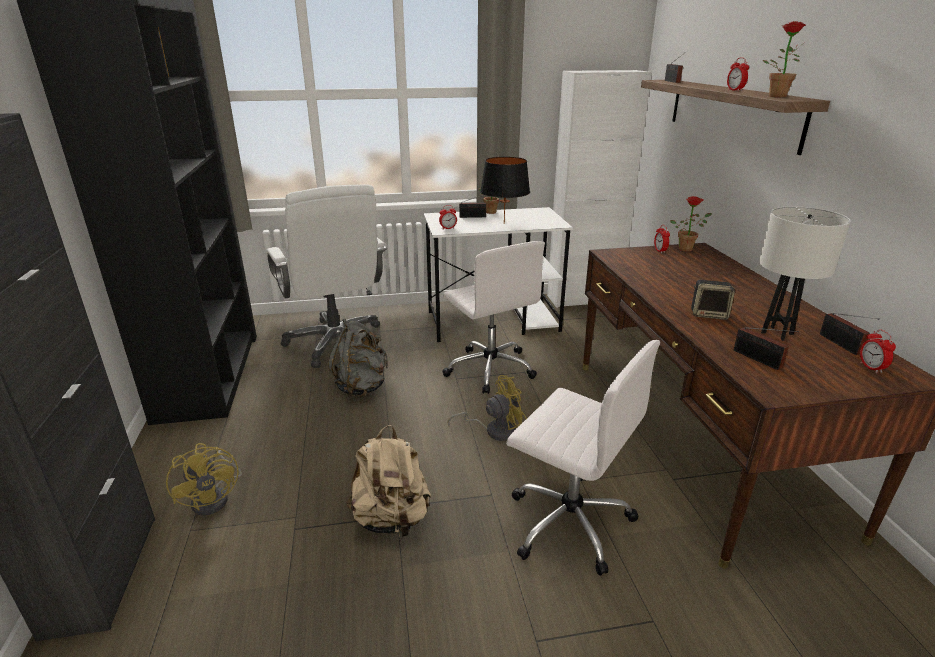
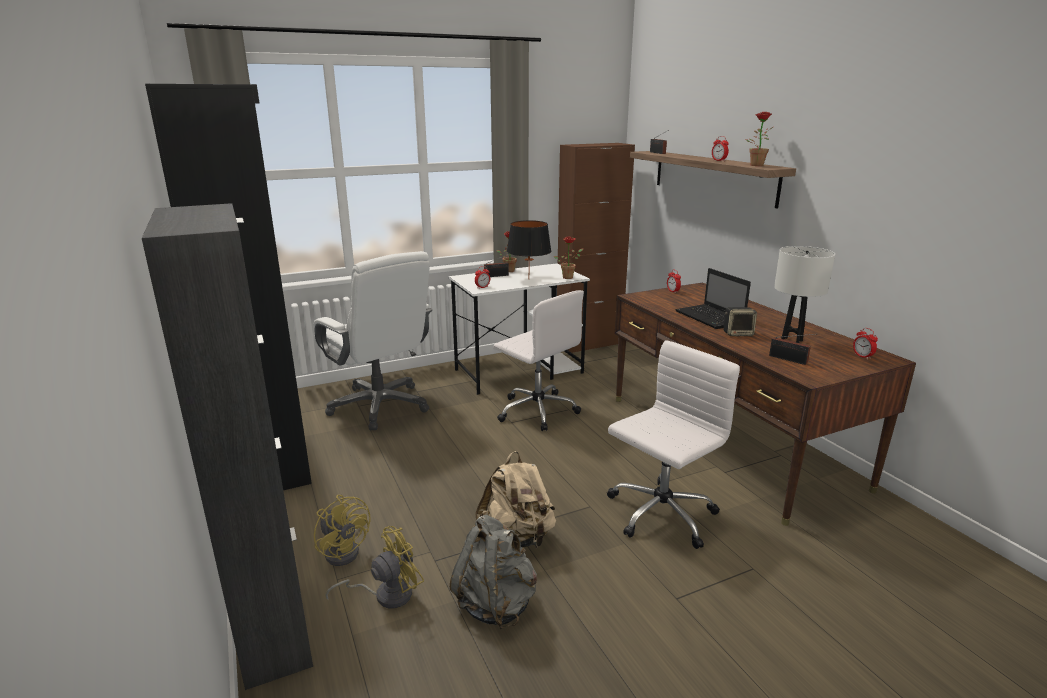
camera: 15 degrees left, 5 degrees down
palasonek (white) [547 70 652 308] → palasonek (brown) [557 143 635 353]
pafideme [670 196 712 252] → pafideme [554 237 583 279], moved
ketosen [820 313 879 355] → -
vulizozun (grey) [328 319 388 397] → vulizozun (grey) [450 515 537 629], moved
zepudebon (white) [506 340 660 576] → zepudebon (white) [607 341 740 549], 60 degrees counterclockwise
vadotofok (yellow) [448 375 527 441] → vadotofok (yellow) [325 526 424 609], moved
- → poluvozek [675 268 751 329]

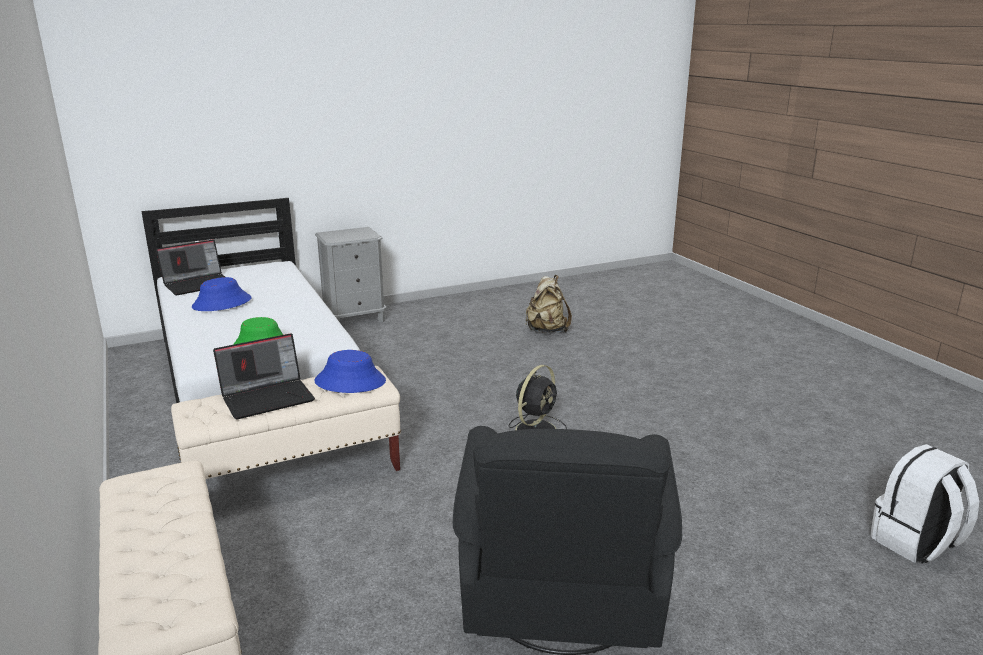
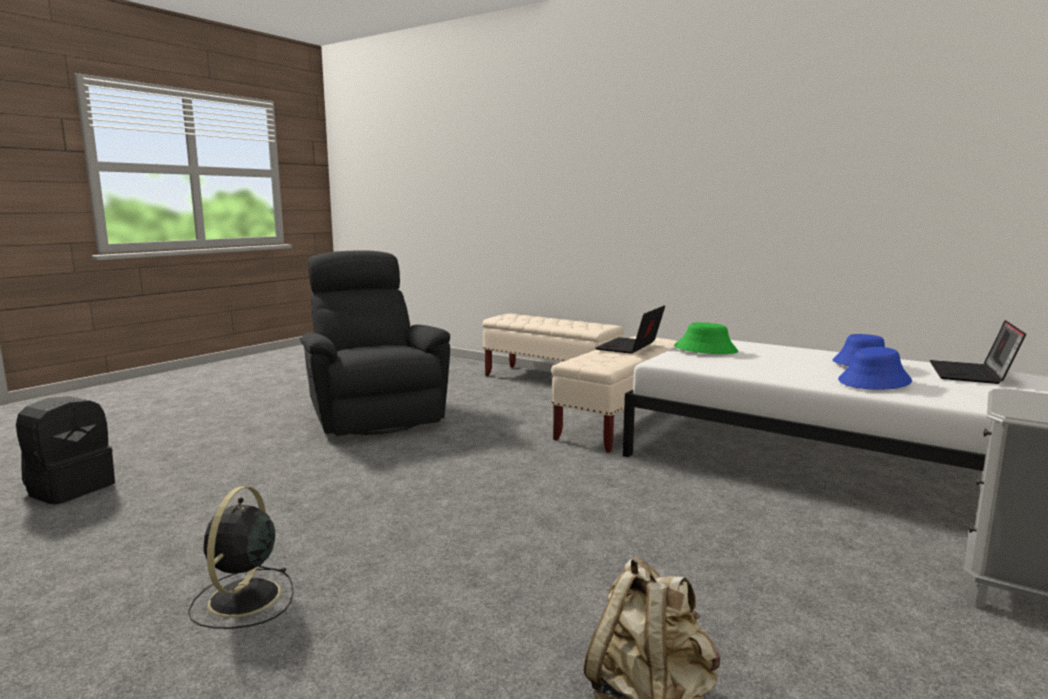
camera: 150 degrees right, 10 degrees down
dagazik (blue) [314 350 386 393] → dagazik (blue) [838 347 912 390], moved
vadotofok (black) [509 365 567 430] → vadotofok (black) [188 486 293 629], moved
vulizozun (white) [870 444 979 564] → vulizozun (black) [16 396 115 505]

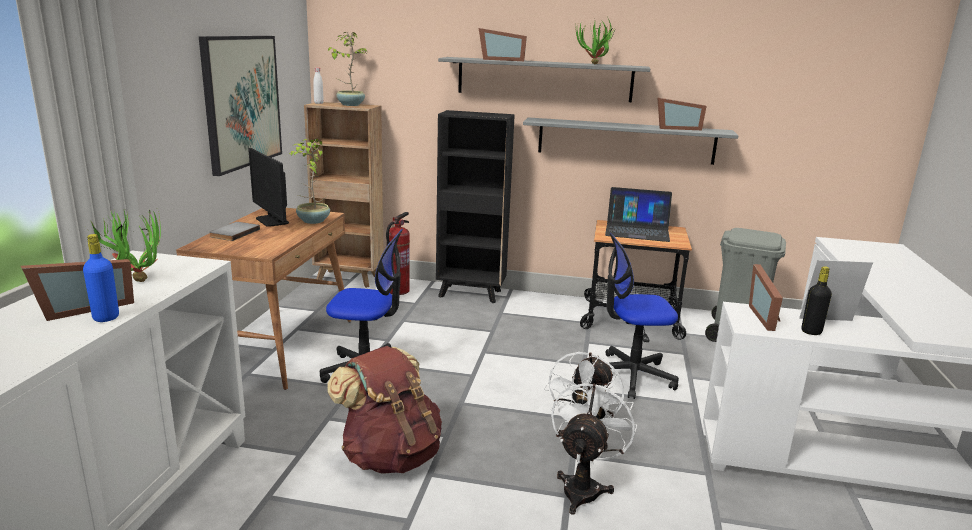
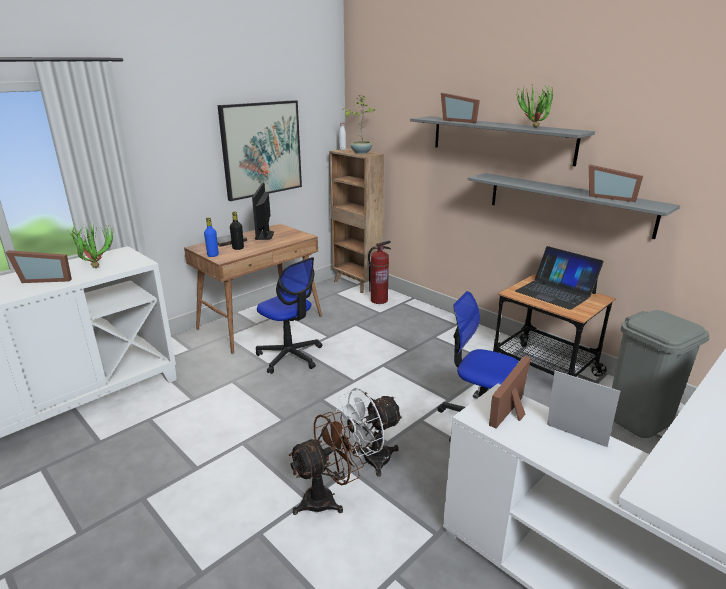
camera: 35 degrees right, 5 degrees up
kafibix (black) [436 110 515 303] → -
pafideme [289 139 330 224] → -
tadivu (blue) [83 234 119 322] → tadivu (blue) [204 217 219 257], moved
tadivu (black) [802 266 832 335] → tadivu (black) [230 212 244 250], moved
vulizozun (brown) [327 346 442 474] → -
vadotofok (white) [551 376 637 515] → vadotofok (brown) [288 412 364 515]

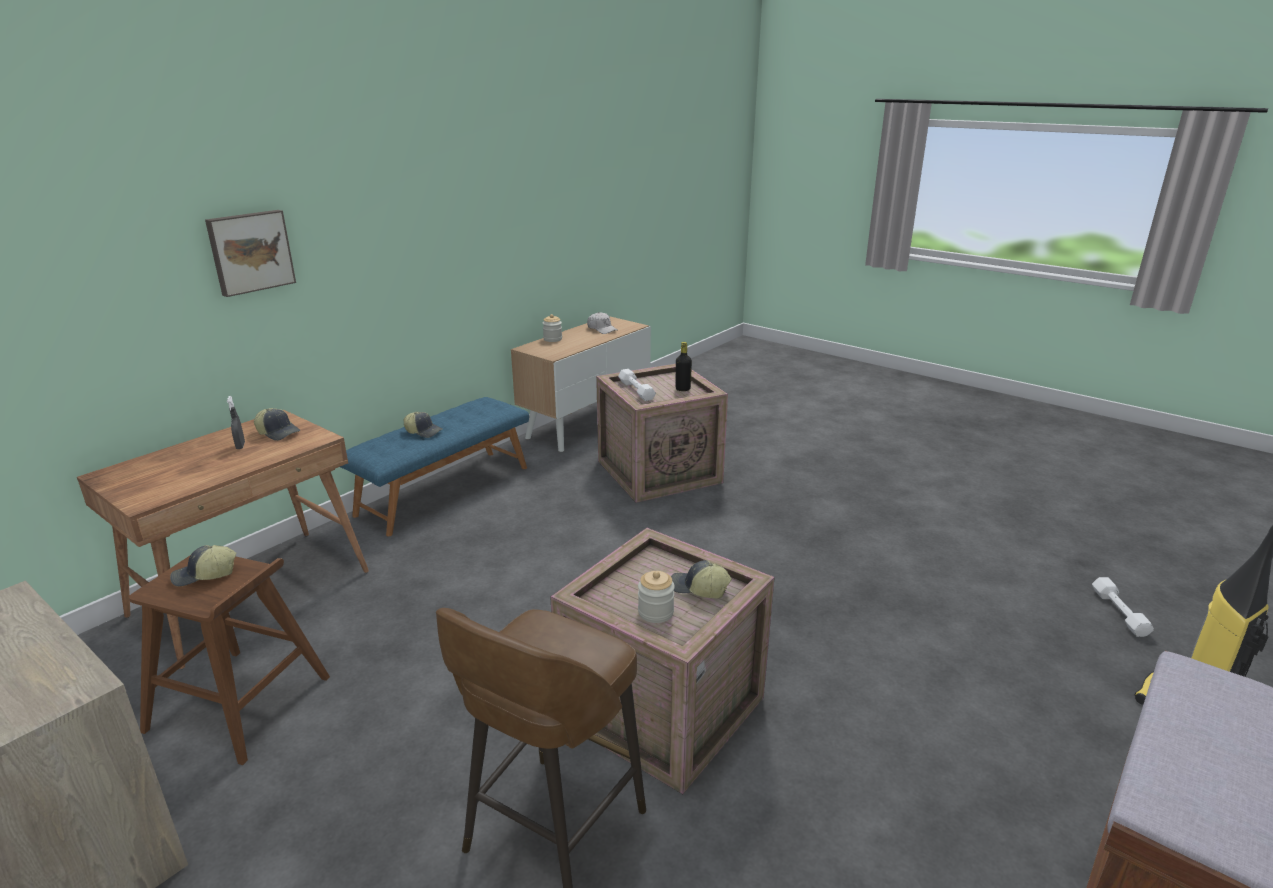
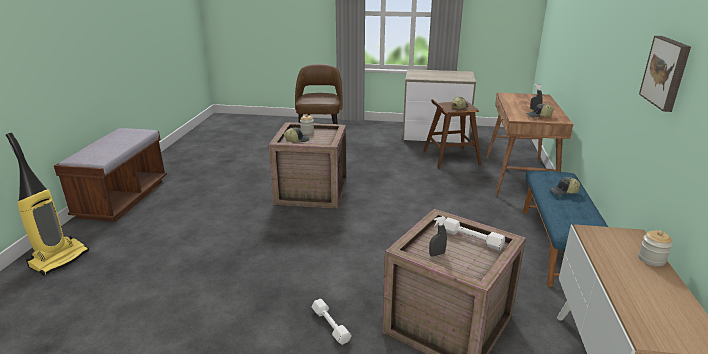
camera: 150 degrees right, 0 degrees up
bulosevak [205 210 296 297] → bulosevak [639 36 691 112], moved
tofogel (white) [587 312 617 334] → -
tadivu (black) [676 342 692 391] → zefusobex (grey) [429 216 447 257]
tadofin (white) [1092 577 1154 637] → tadofin (white) [312 299 352 345], moved

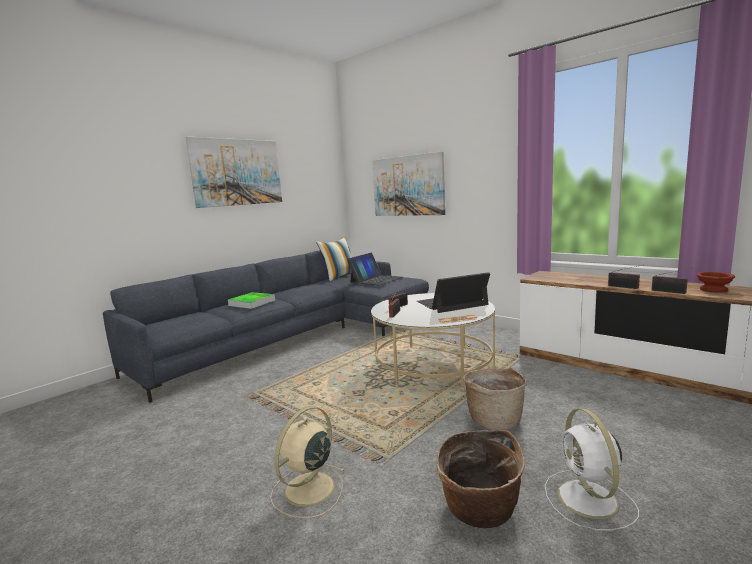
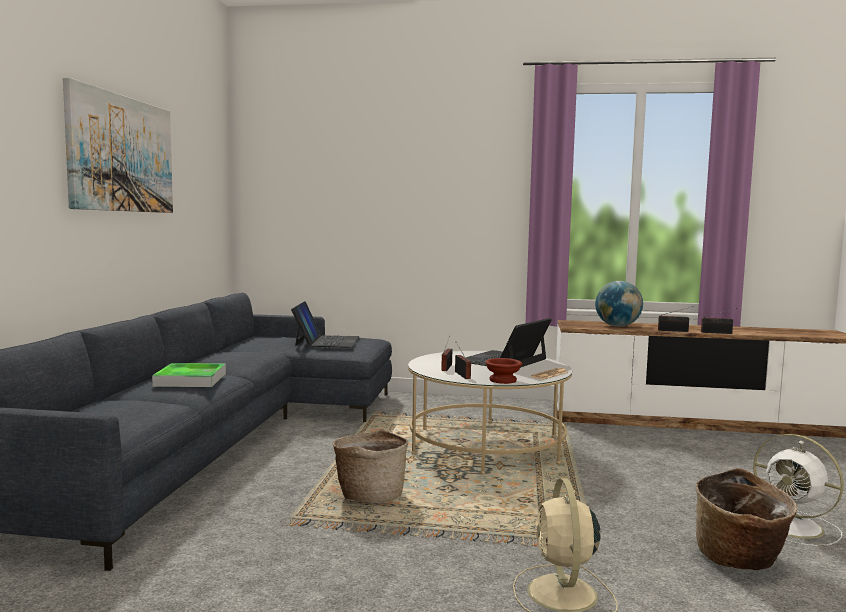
camera: 35 degrees left, 5 degrees down
bulosevak [372 151 445 216] → -
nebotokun [316 237 352 281] → -
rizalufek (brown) [696 272 735 293] → rizalufek (brown) [485 358 522 384], moved
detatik [463 368 526 430] → detatik [333 429 408 503], moved
- → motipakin [595 281 643 327]

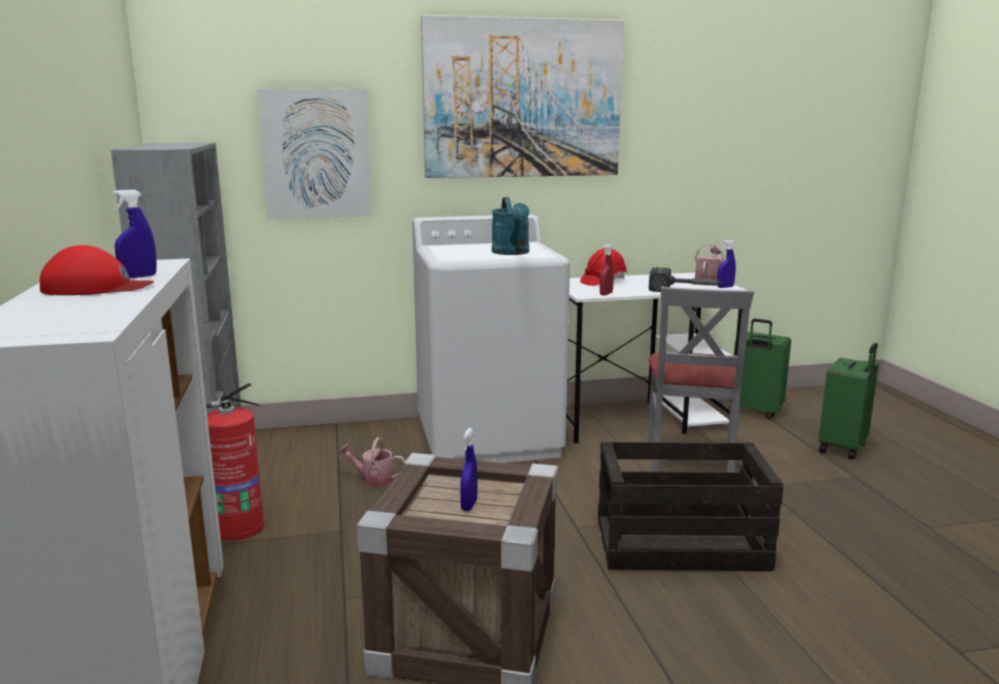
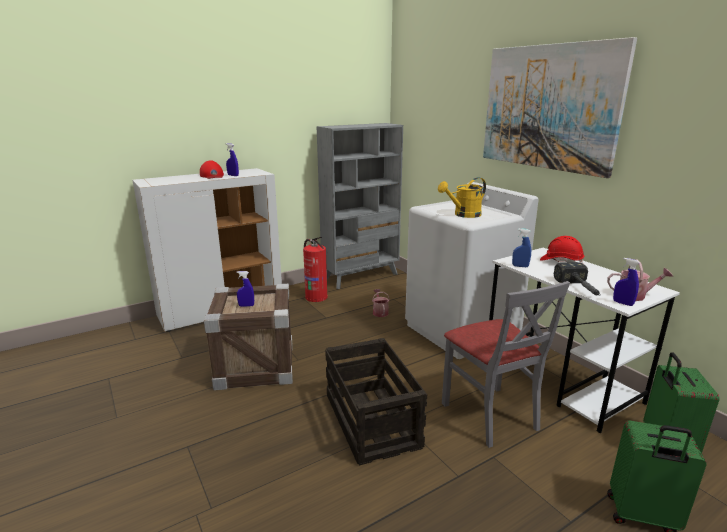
camera: 70 degrees right, 5 degrees up
bulosevak [257 88 373 219] → -
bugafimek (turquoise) [492 197 529 255] → bugafimek (yellow) [438 177 486 218]
zefusobex (red) [600 244 614 296] → zefusobex (blue) [512 228 531 267]
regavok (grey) [647 287 754 472] → regavok (grey) [442 281 570 448], 105 degrees counterclockwise

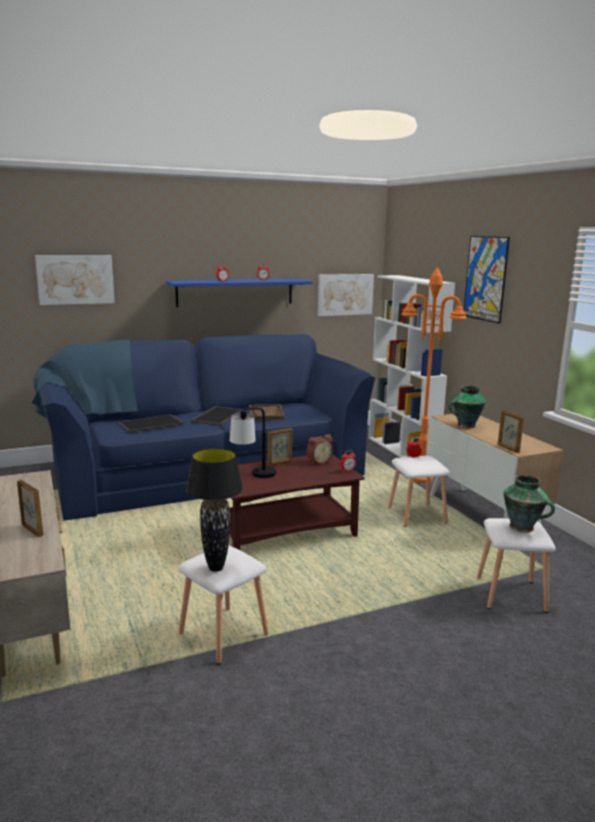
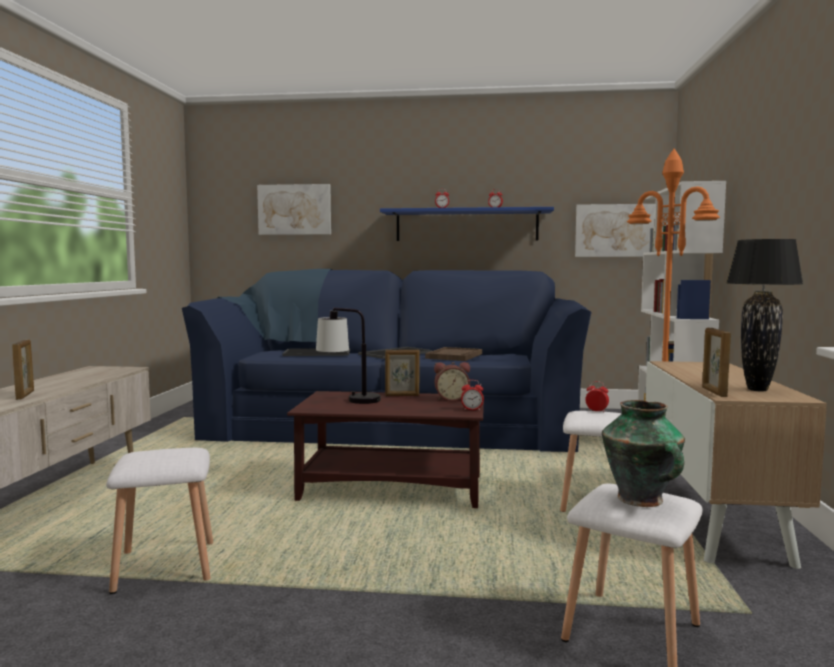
camera: 30 degrees right, 10 degrees down
bulosevak [464 236 510 324] → -
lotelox [448 385 486 428] → -
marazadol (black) [186 448 243 572] → marazadol (black) [726 239 803 391], moved

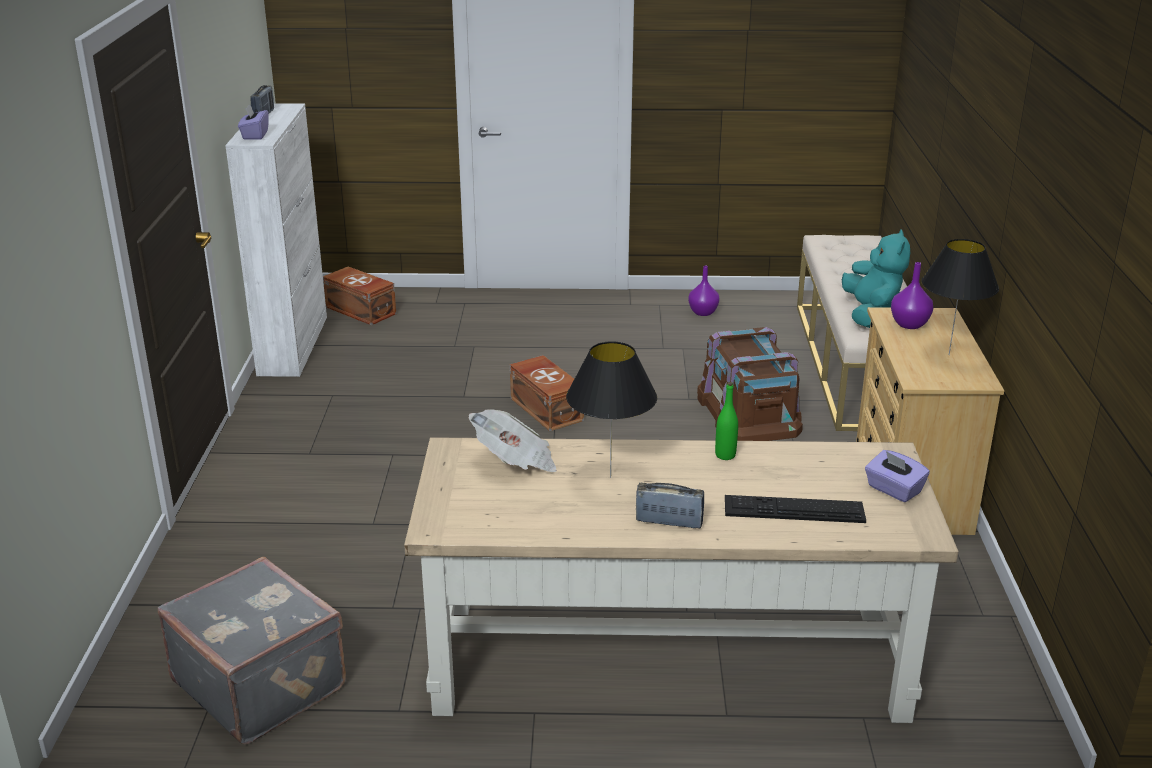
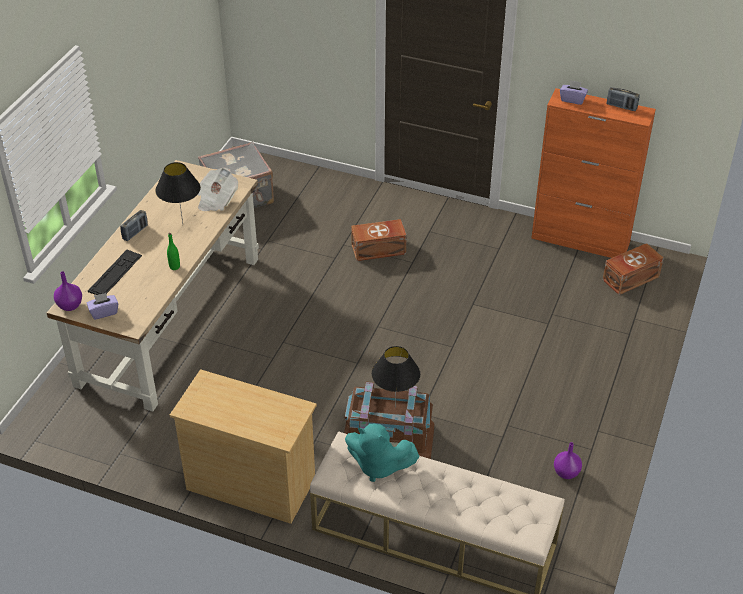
camera: 110 degrees right, 15 degrees up
palasonek (white) [225 103 327 377] → palasonek (orange) [531 88 656 258]
marazadol (black) [921 239 999 355] → marazadol (black) [372 346 420 408], moved
lotelox (purple) [891 262 933 329] → lotelox (purple) [54 271 82 311], moved
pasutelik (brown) [510 355 584 431] → pasutelik (brown) [351 219 407 261], moved

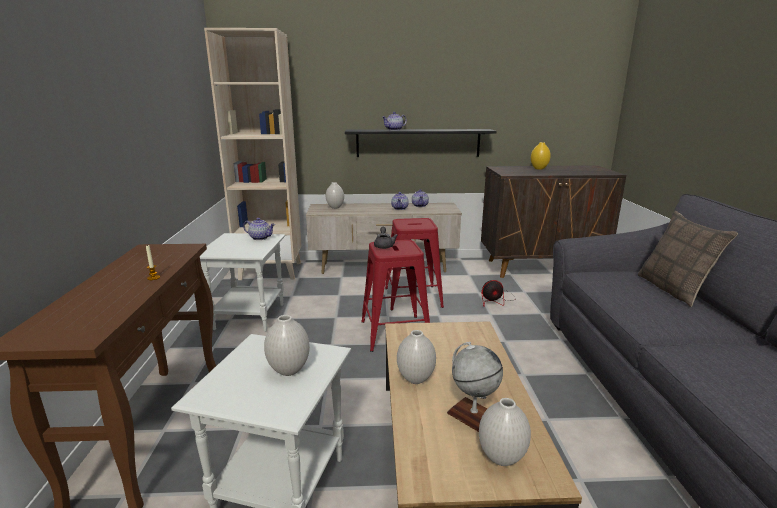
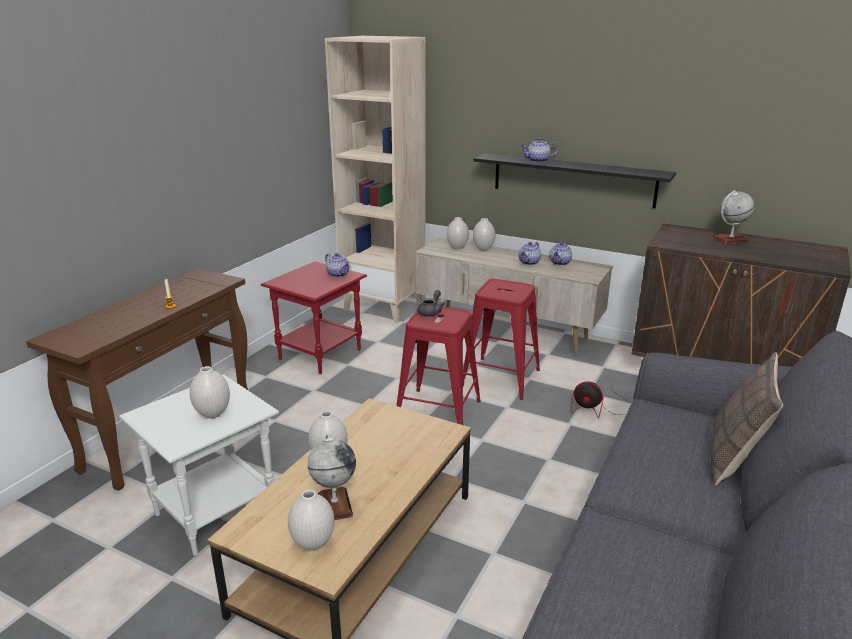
camera: 30 degrees right, 5 degrees up
lotelox (yellow) [531 142 551 170] → motipakin [713 191 755 245]
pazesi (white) [200 233 285 332] → pazesi (red) [261 261 367 374]
- → lotelox (white) [473 218 496 251]

